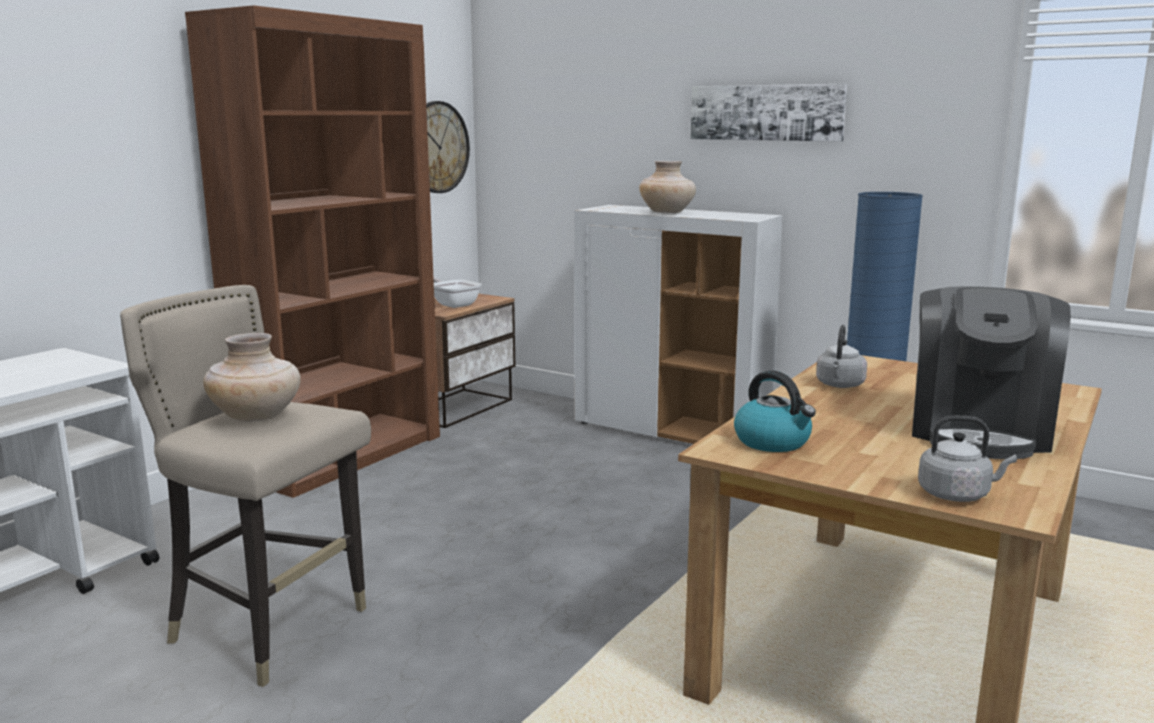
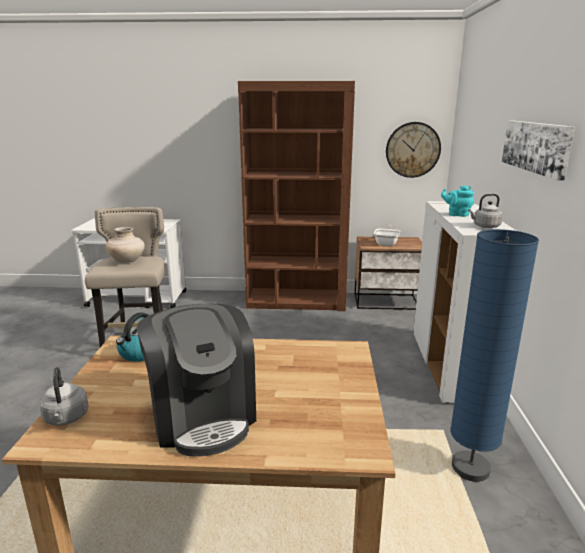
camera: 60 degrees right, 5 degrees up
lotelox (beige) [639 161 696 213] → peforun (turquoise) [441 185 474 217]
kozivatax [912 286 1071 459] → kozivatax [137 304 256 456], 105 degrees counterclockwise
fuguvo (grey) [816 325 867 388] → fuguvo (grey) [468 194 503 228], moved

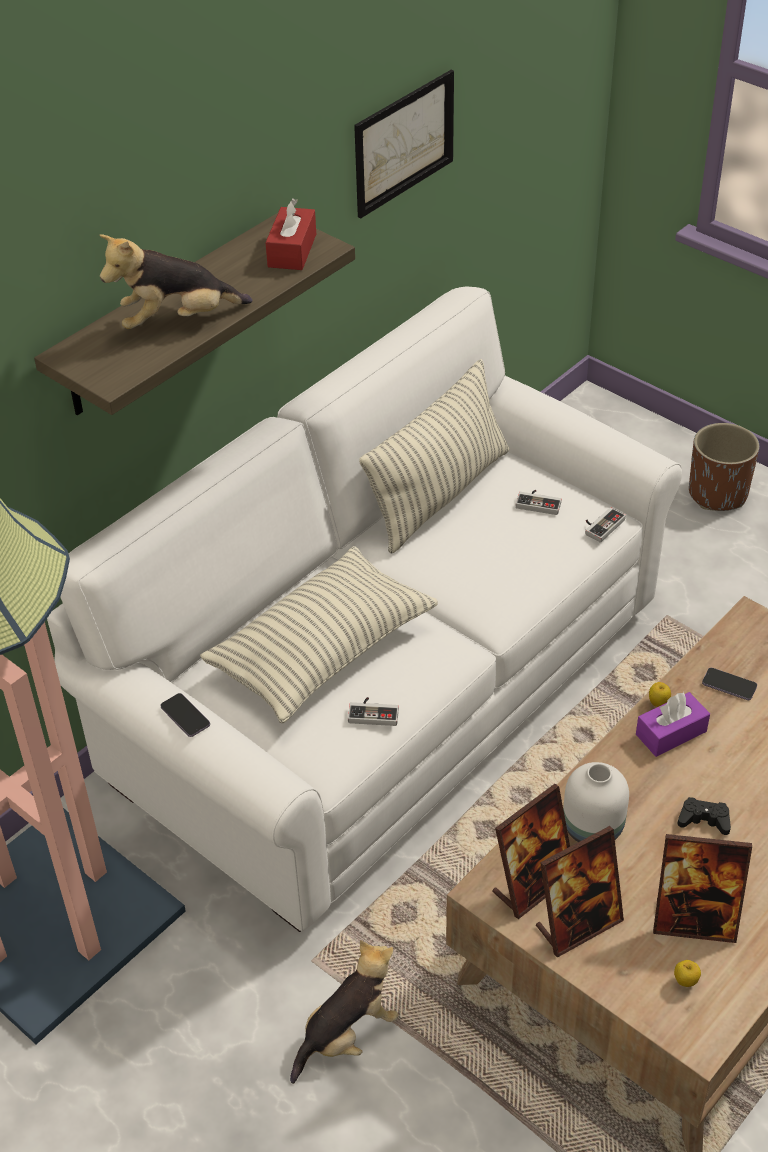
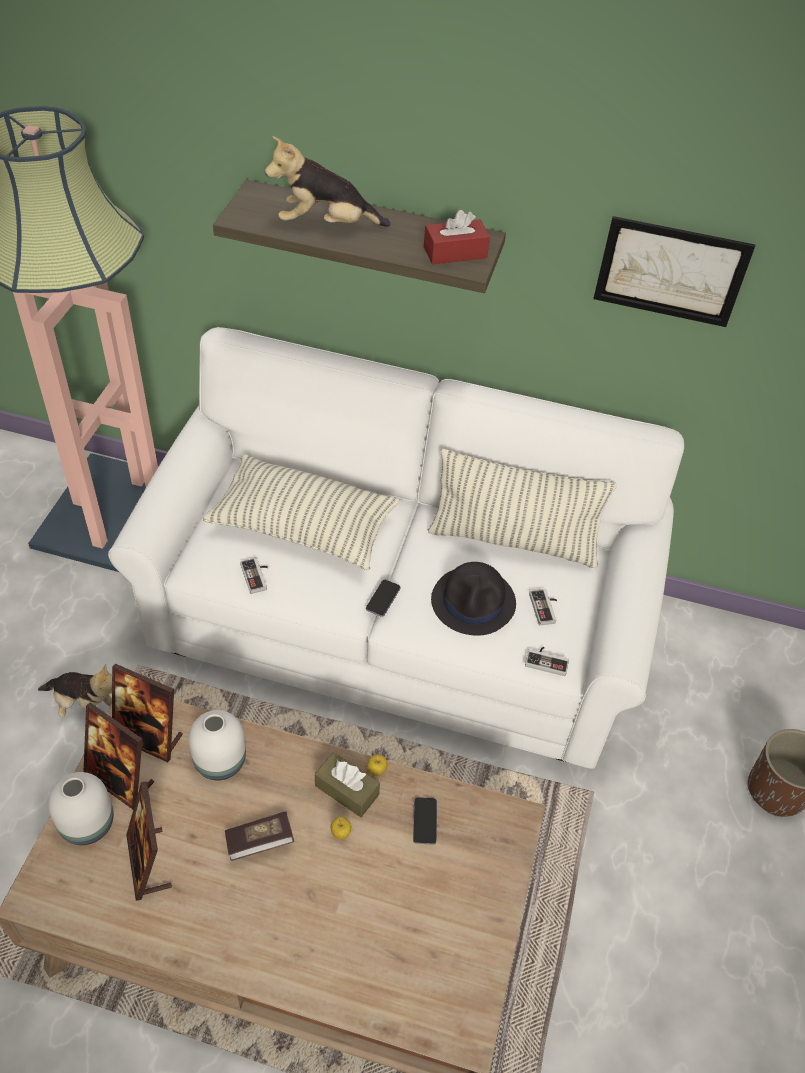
camera: 60 degrees right, 5 degrees up
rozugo [99 234 253 329] → rozugo [265 136 391 227], 45 degrees counterclockwise
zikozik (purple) [636 692 710 757] → zikozik (brown) [315 752 380 817]
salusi [160 693 210 737] → salusi [366 580 400 616], moved
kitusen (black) [678 797 731 835] → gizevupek [225 811 294 861]
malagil [674 960 701 987] → malagil [331 817 351 839], moved
- → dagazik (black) [431 562 516 636]
- → lotelox (white) [48 772 114 845]

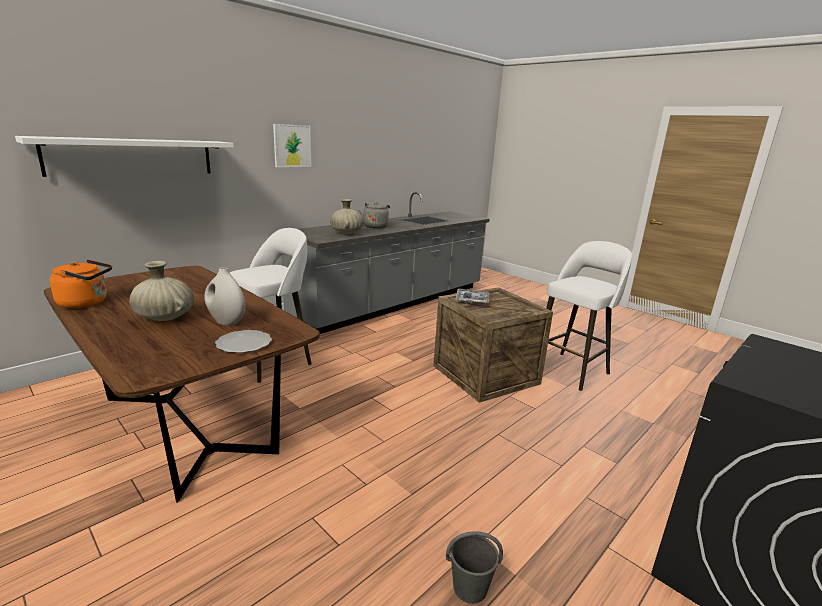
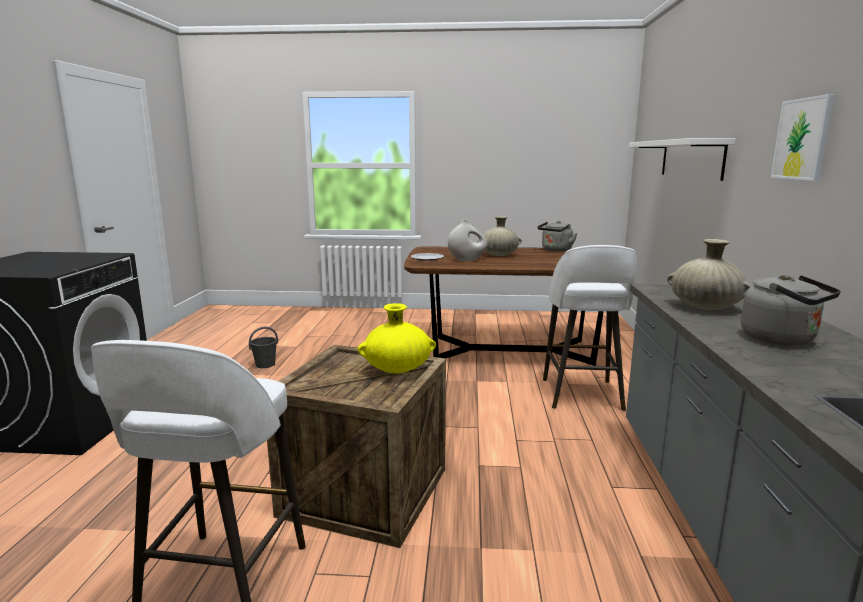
camera: 140 degrees right, 5 degrees down
fuguvo (orange) [50 259 112 308] → fuguvo (grey) [537 221 577 252]
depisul [455 289 490 304] → lotelox (yellow) [358 303 436 373]

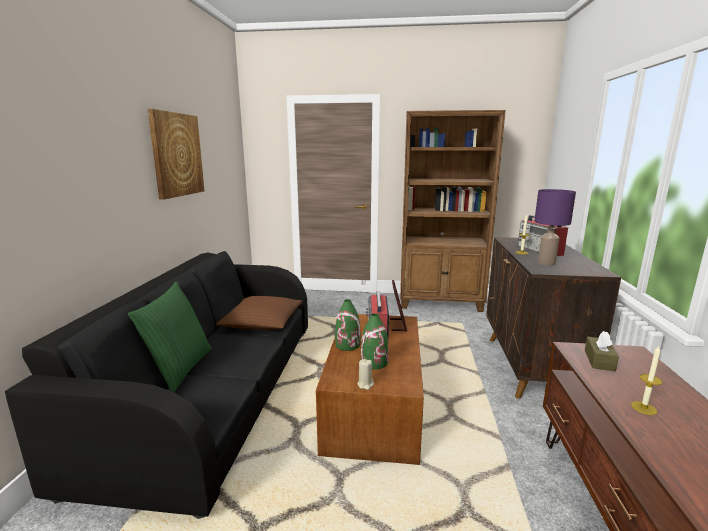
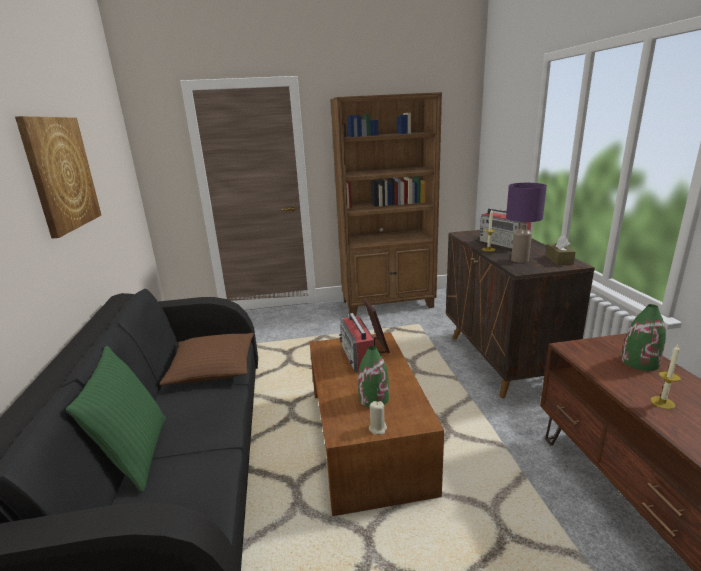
camera: 15 degrees left, 5 degrees up
lotelox (green) [335 299 360 351] → lotelox (green) [622 304 666 371], moved
zikozik (brown) [585 331 619 371] → zikozik (brown) [546 235 576 265], moved

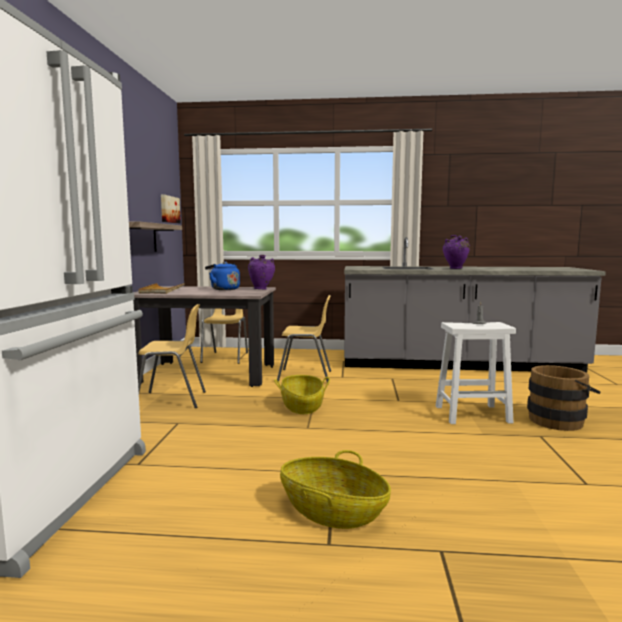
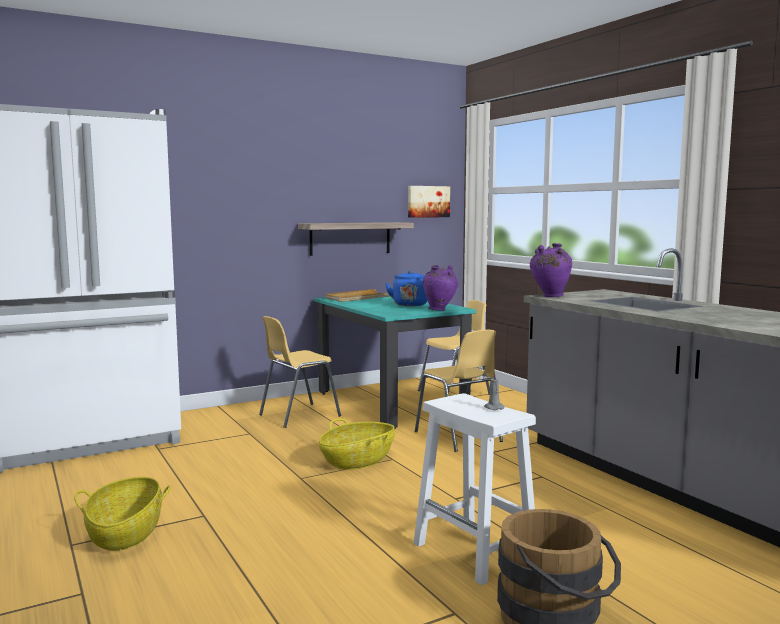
camera: 55 degrees right, 0 degrees up
lotelox (purple) [443 235 470 269] → lotelox (purple) [530 243 572 297], moved
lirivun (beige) [133 286 276 387] → lirivun (turquoise) [314 296 476 429]
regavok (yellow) [138 304 206 408] → regavok (yellow) [259 316 341 428], 90 degrees clockwise

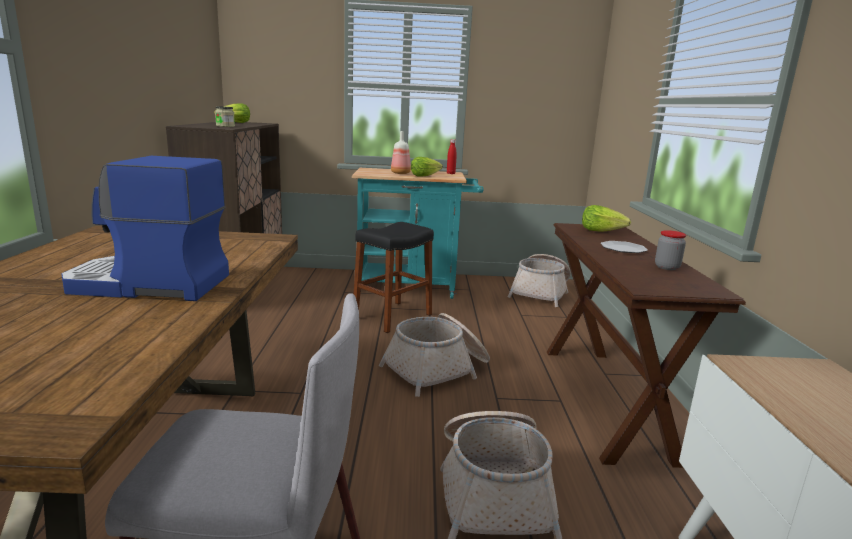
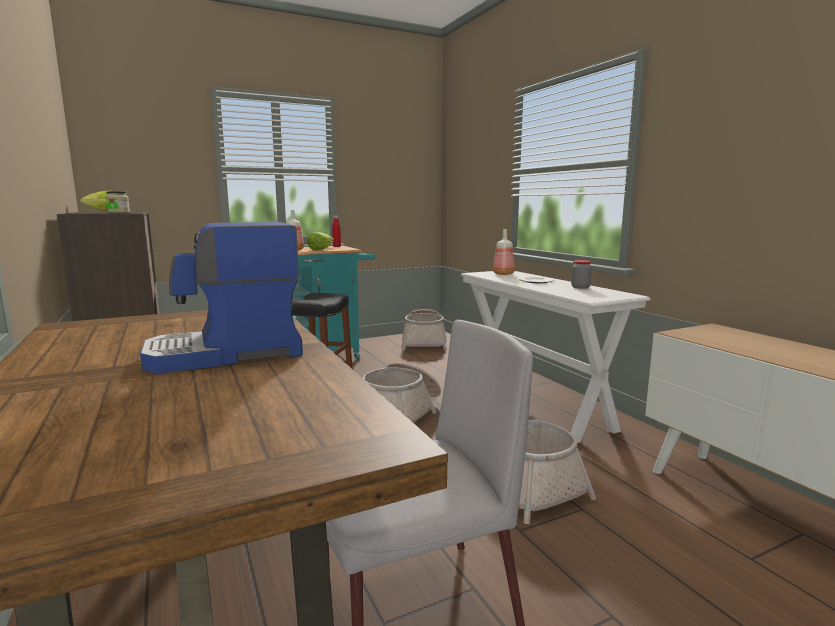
camera: 25 degrees left, 5 degrees down
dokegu [582 205 631 232] → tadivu [493 229 515 275]
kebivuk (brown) [547 223 746 468] → kebivuk (white) [461 271 651 443]

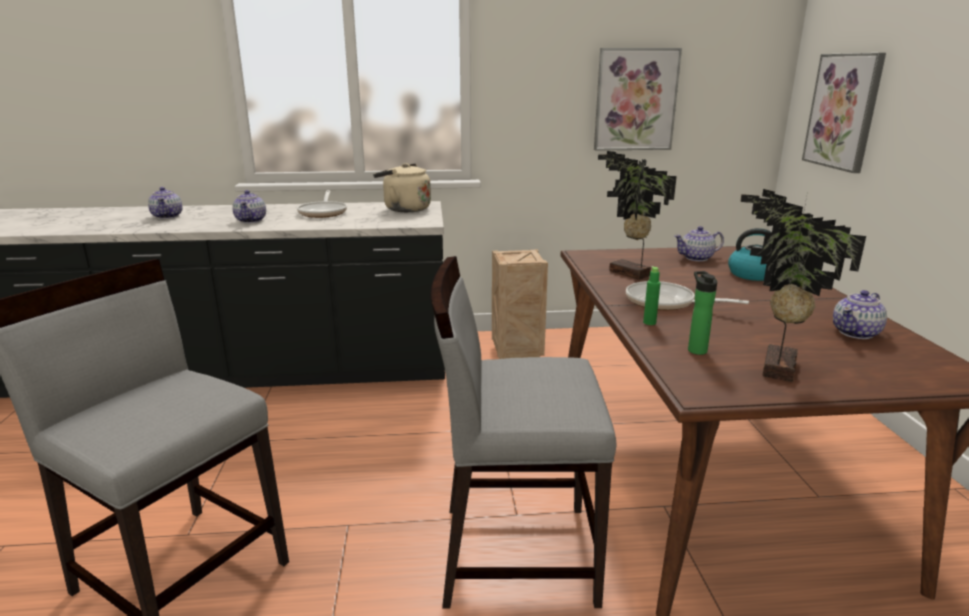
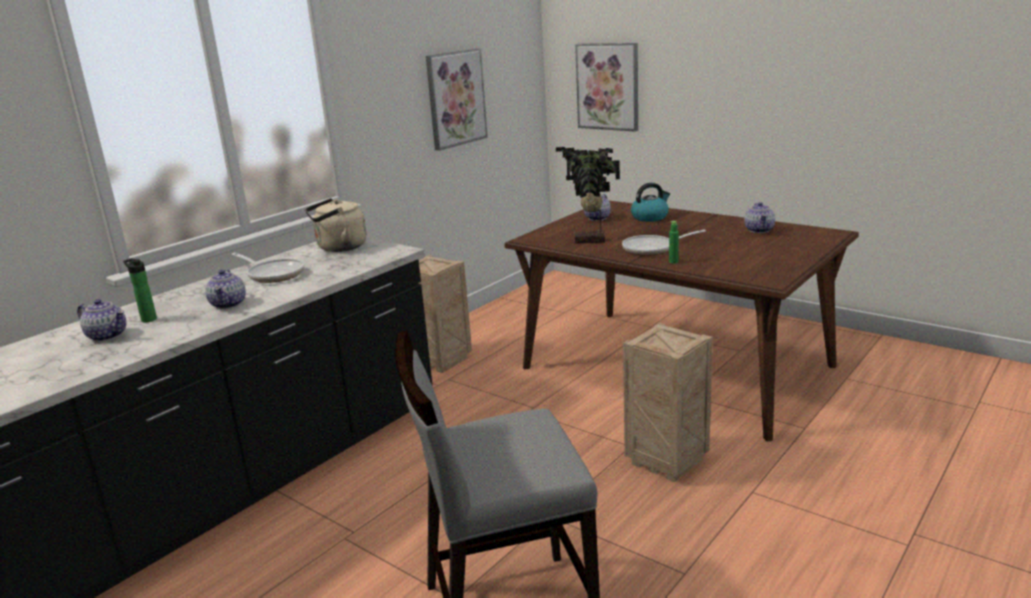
camera: 45 degrees left, 0 degrees up
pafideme [740 189 866 382] → -
peforun [232 190 266 223] → peforun [205 269 246 309], 45 degrees clockwise
regavok (grey) [431 256 616 609] → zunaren [623 323 713 482]
tadivu [688 271 717 355] → tadivu [123 258 157 322], moved

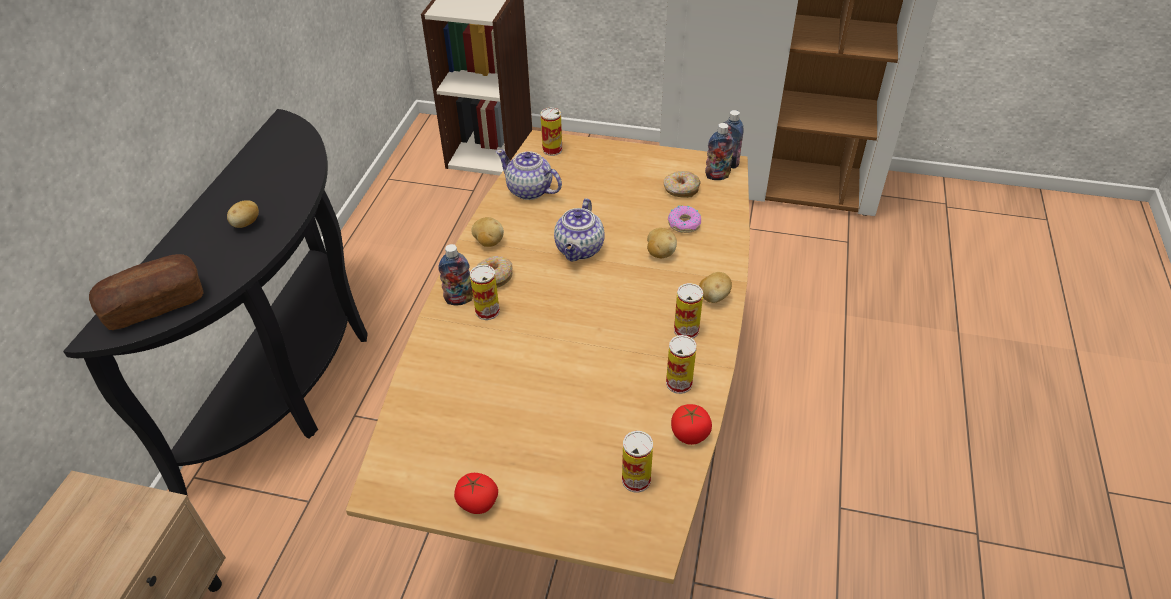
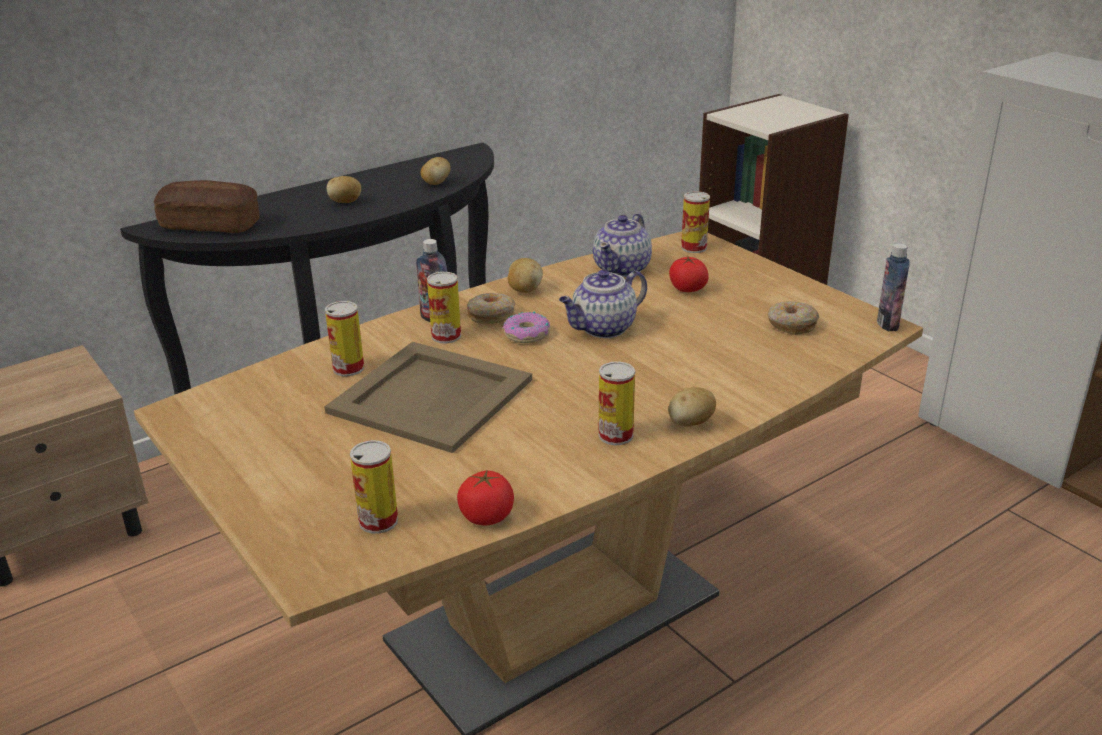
camera: 40 degrees right, 15 degrees down
tadivu [705 123 734 180] → -
peforun [496 150 562 200] → peforun [593 213 652 277], 135 degrees counterclockwise
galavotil [668 206 701 233] → galavotil [503 312 550 343], moved
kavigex [647 228 677 258] → kavigex [421 157 451 185], moved
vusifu [666 335 697 394] → vusifu [325 301 364 376], moved
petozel [454 473 498 514] → petozel [669 256 709 292], moved
- → depisul (beige) [324 342 532 453]

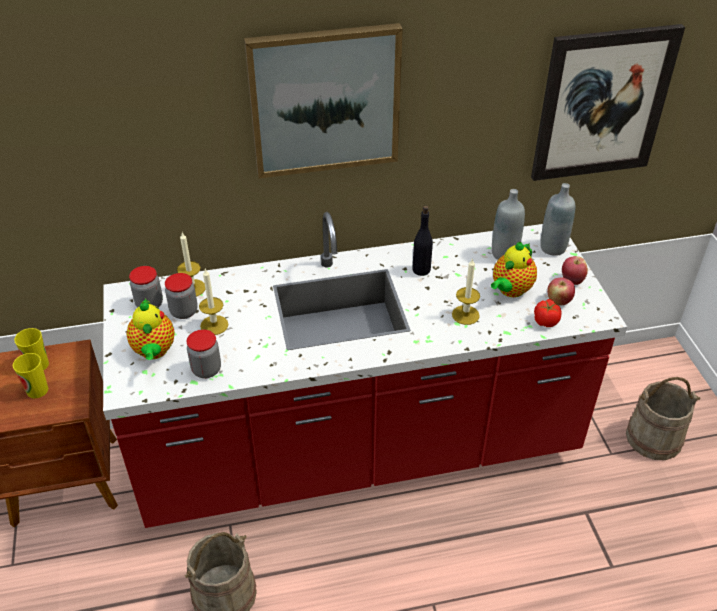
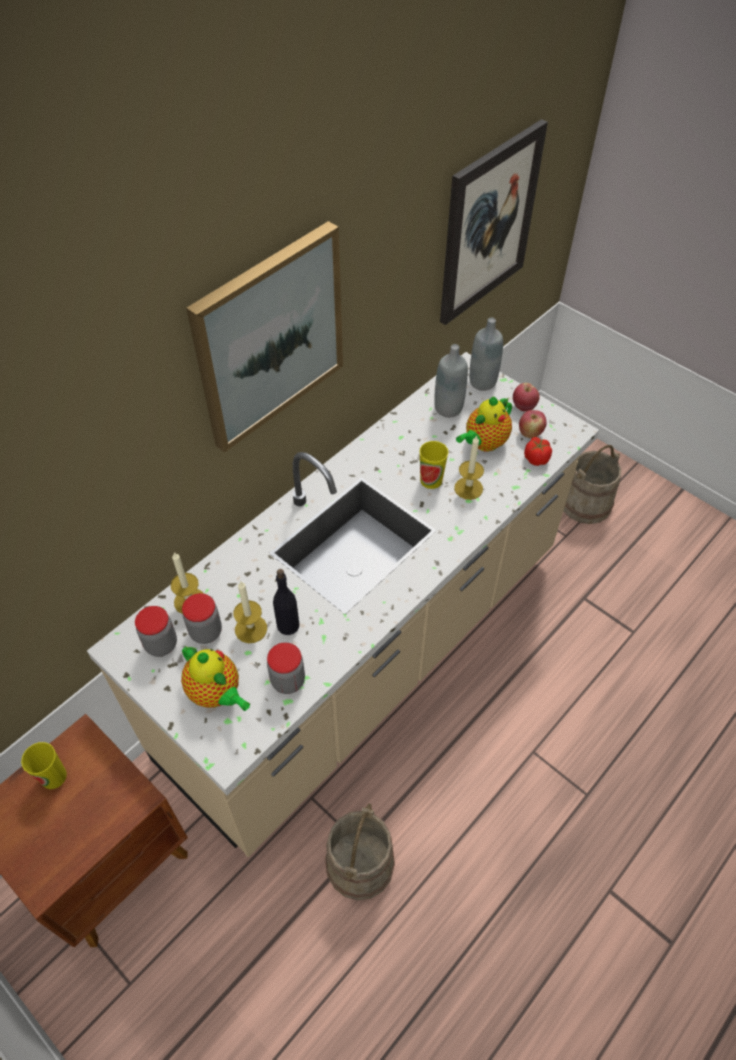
camera: 35 degrees left, 10 degrees up
tadivu (black) [412 206 433 276] → tadivu (black) [273 569 299 635], moved
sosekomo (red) [103 212 627 528] → sosekomo (beige) [87 352 599 857]
peforun [491 242 537 297] → peforun [456 397 512 451], 45 degrees clockwise
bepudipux [13 353 48 398] → bepudipux [420 441 448 489], moved

